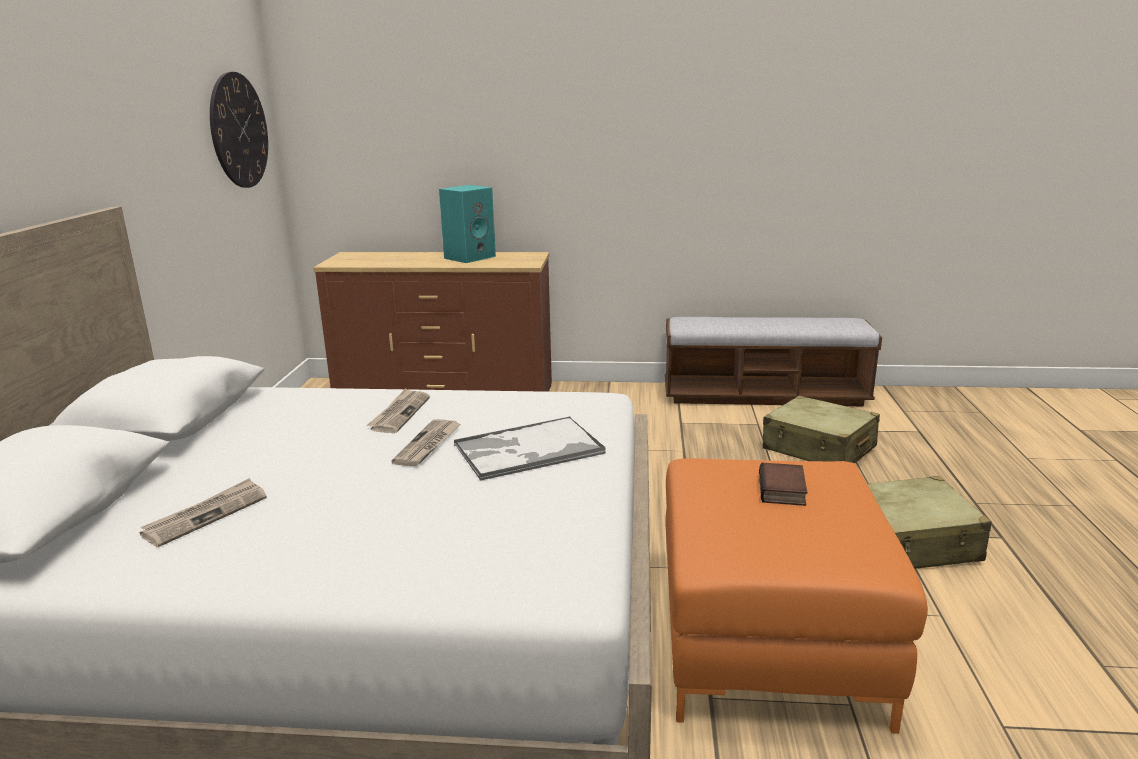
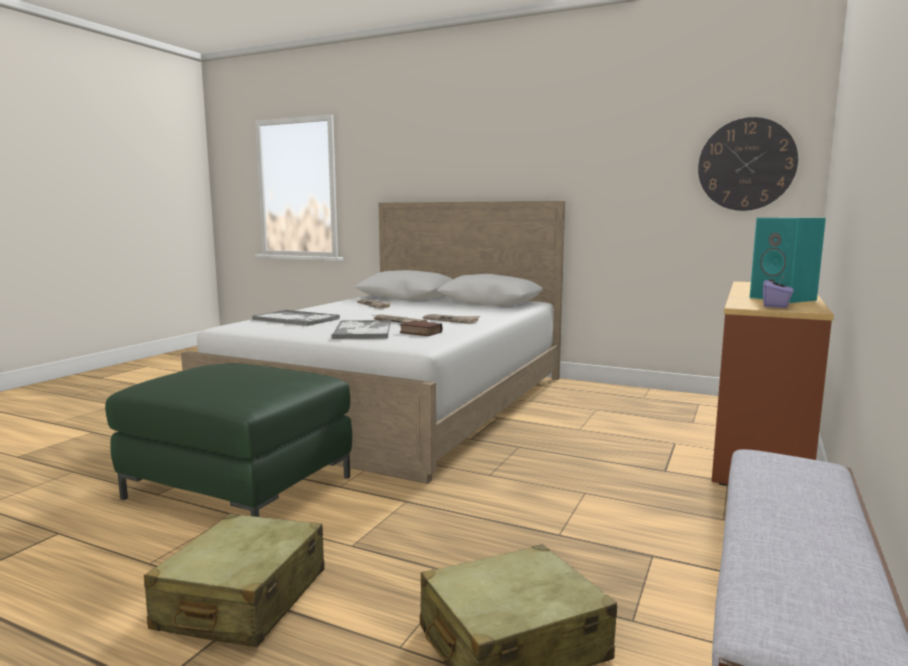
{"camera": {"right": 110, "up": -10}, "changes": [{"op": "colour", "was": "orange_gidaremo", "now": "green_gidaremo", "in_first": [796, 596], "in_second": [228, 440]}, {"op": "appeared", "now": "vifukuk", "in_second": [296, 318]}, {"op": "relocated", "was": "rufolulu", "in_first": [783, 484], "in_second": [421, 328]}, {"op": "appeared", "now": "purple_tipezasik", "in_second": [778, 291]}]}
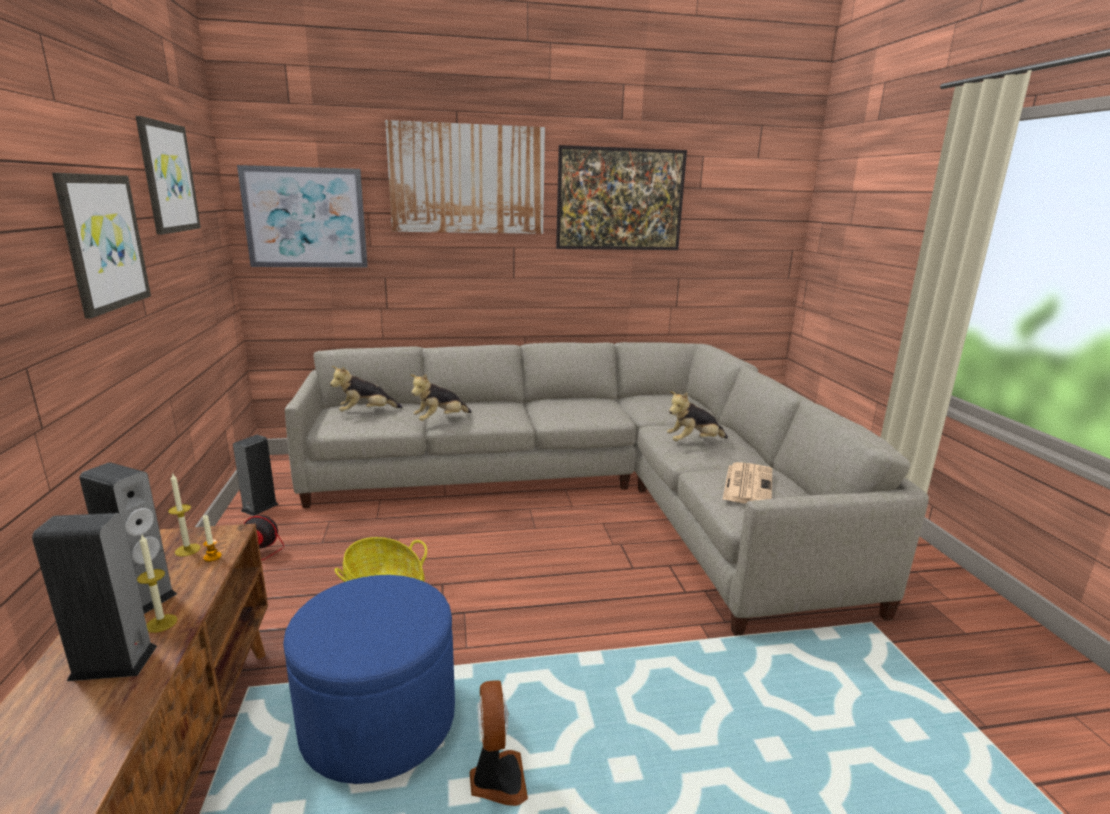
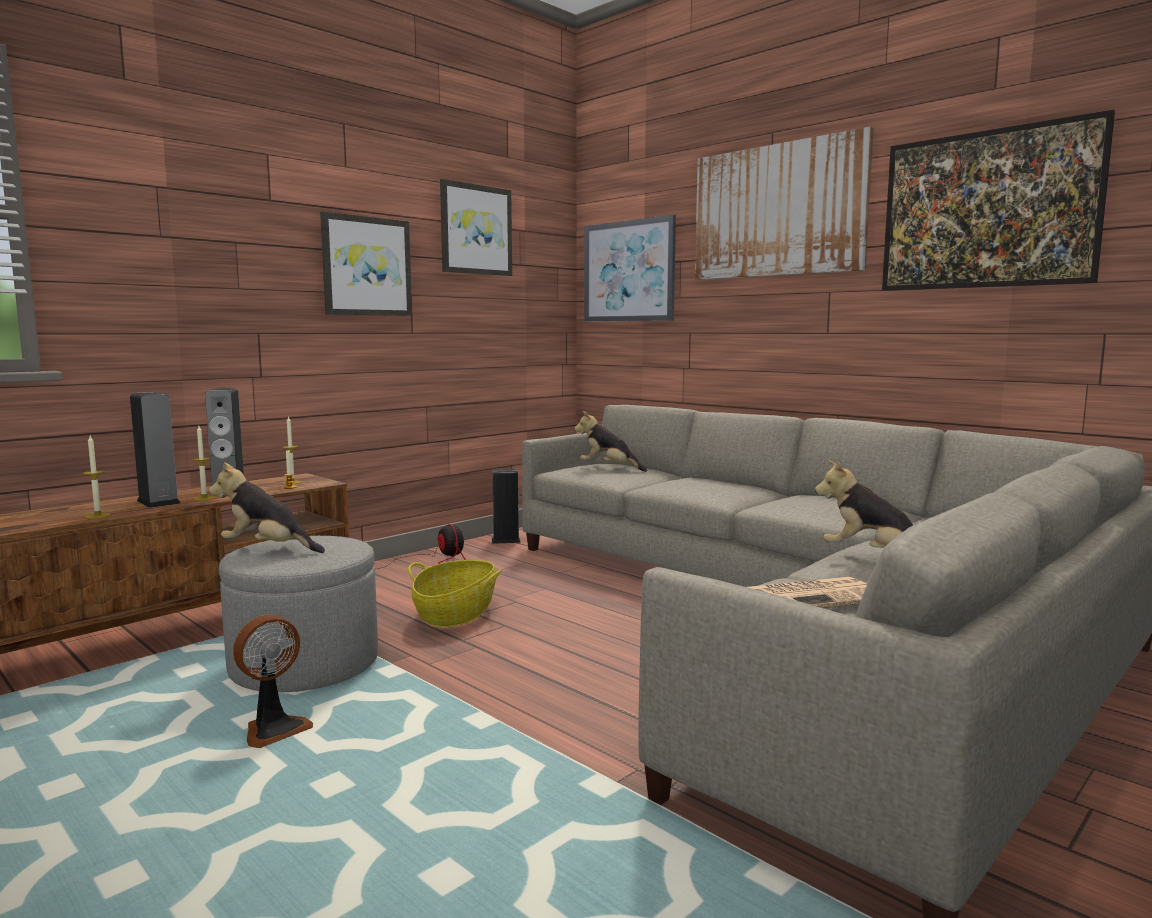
{"camera": {"right": 55, "up": -10}, "changes": [{"op": "appeared", "now": "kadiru", "in_second": [97, 477]}, {"op": "relocated", "was": "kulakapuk", "in_first": [441, 397], "in_second": [267, 507]}, {"op": "colour", "was": "blue_gidaremo", "now": "grey_gidaremo", "in_first": [369, 679], "in_second": [298, 614]}]}
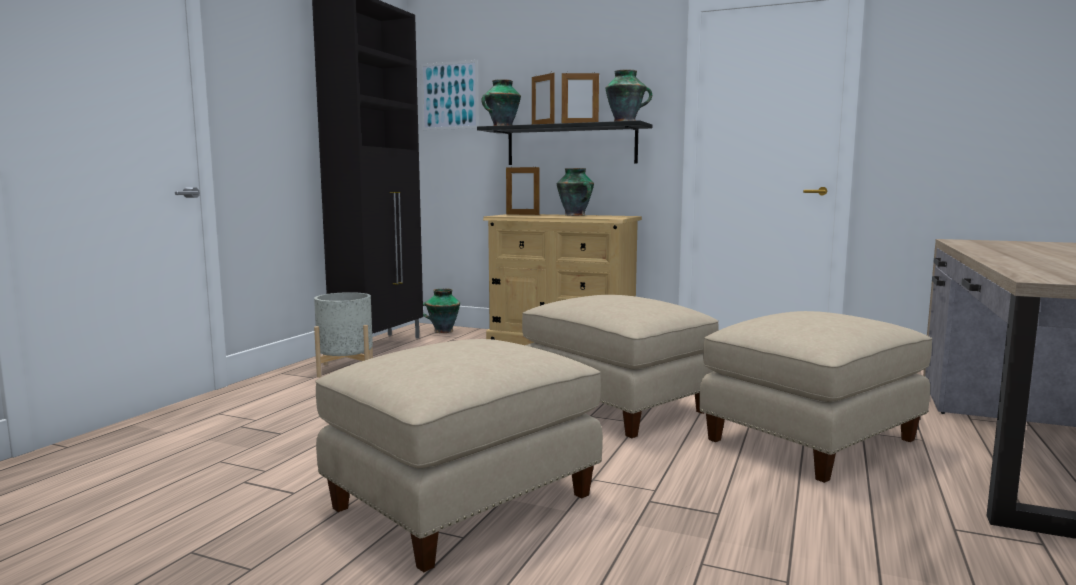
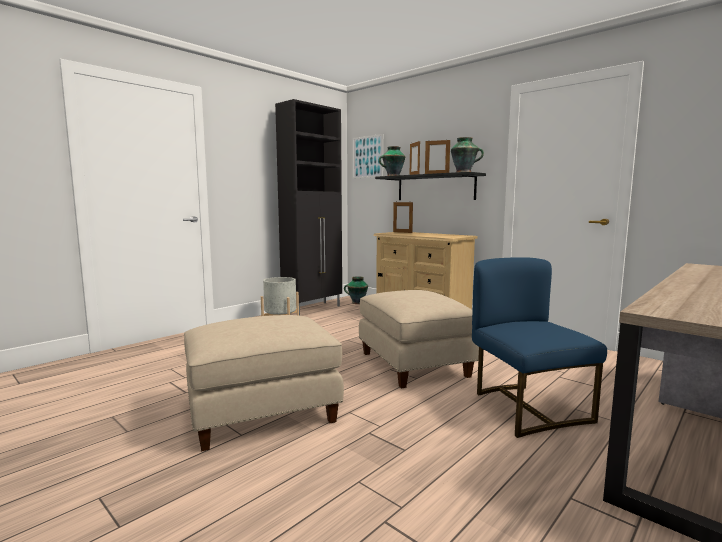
{"camera": {"right": 20, "up": 0}, "changes": [{"op": "exchanged", "was": "beige_gidaremo", "now": "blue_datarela", "in_first": [816, 397], "in_second": [539, 347]}, {"op": "missing", "was": "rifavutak", "in_first": [575, 192]}]}
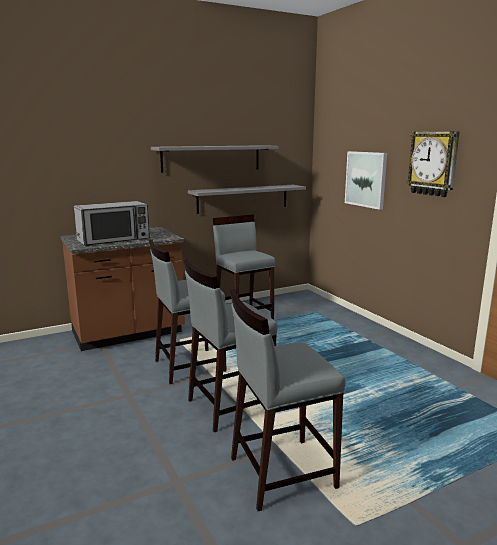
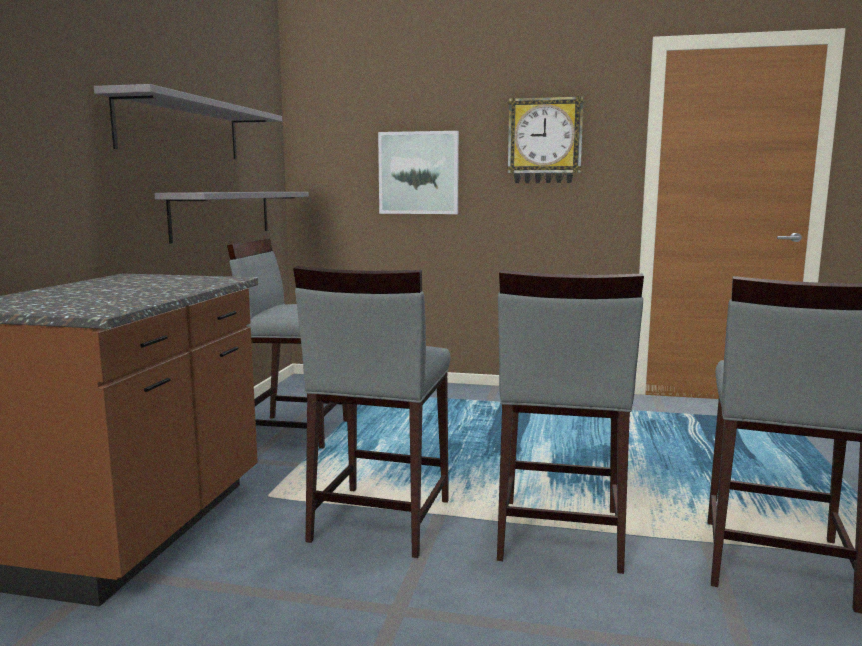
{"camera": {"right": -50, "up": -5}, "changes": [{"op": "missing", "was": "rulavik", "in_first": [112, 223]}]}
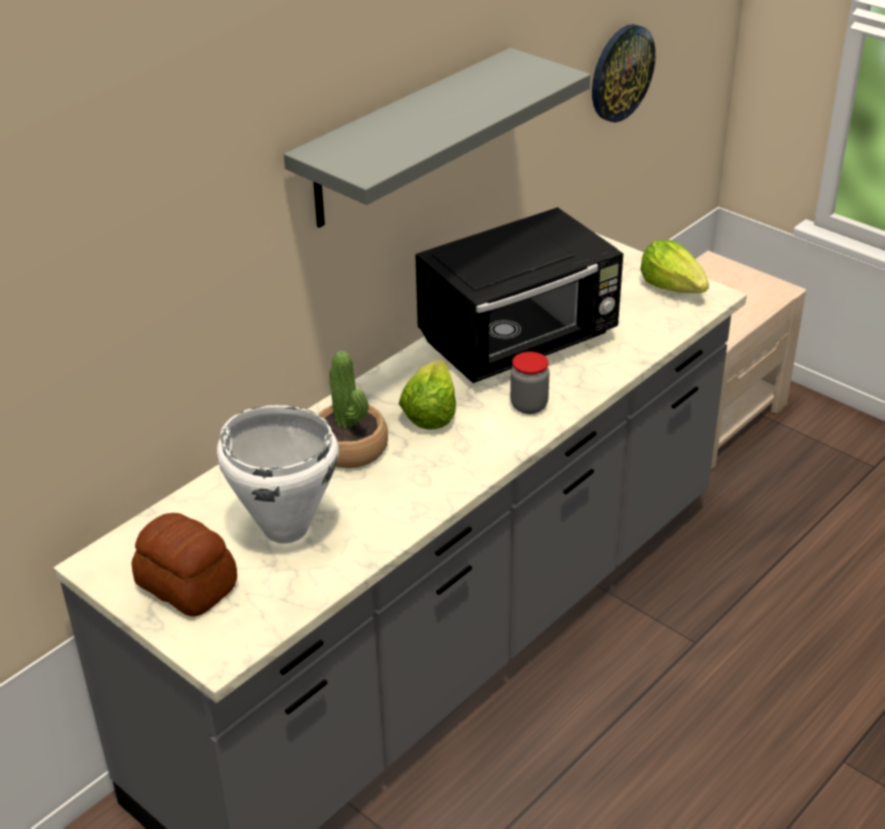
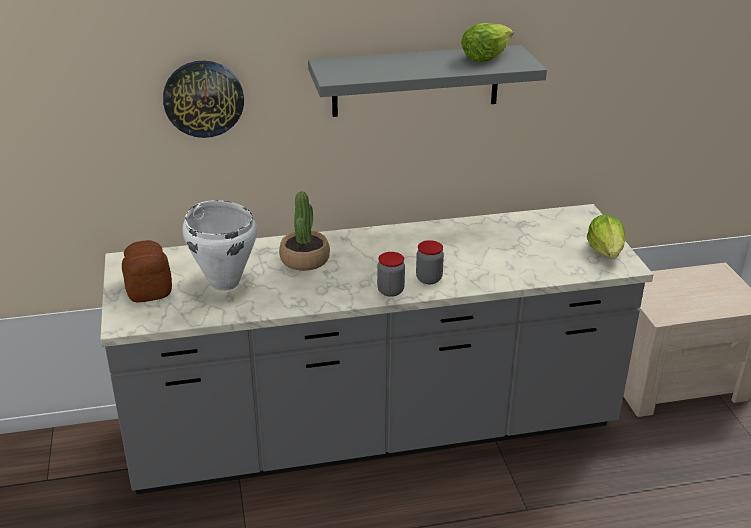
{"camera": {"right": 35, "up": -5}, "changes": [{"op": "relocated", "was": "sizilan", "in_first": [624, 73], "in_second": [203, 99]}, {"op": "appeared", "now": "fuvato", "in_second": [391, 274]}, {"op": "relocated", "was": "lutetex", "in_first": [427, 394], "in_second": [487, 42]}, {"op": "missing", "was": "black_rulavik", "in_first": [519, 295]}]}
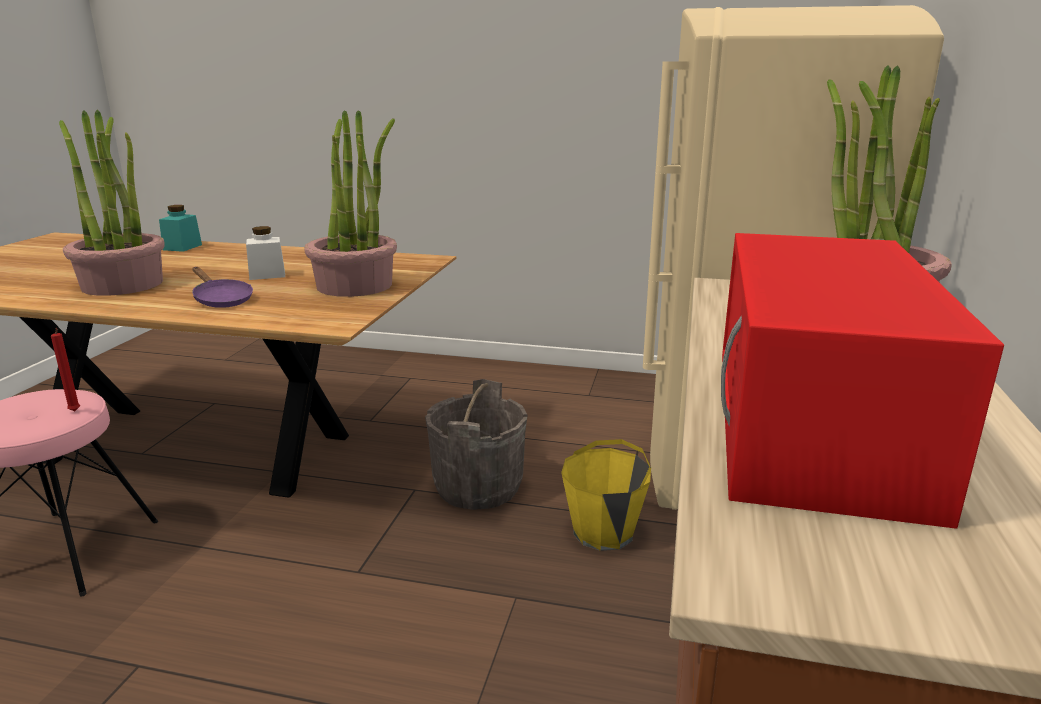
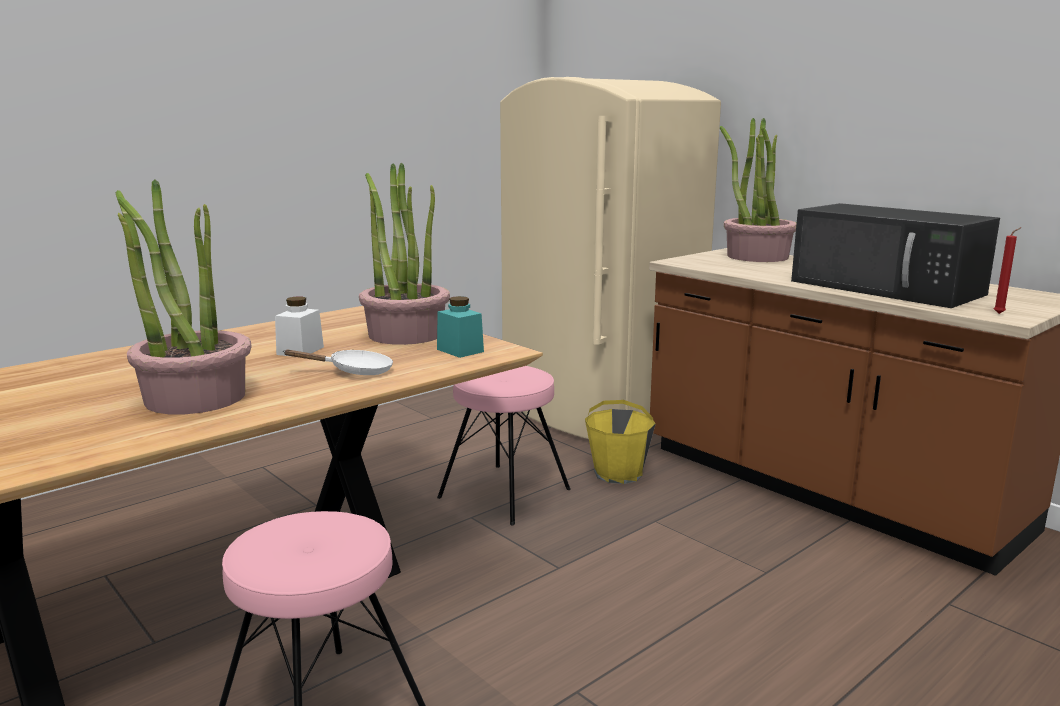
{"camera": {"right": -55, "up": -5}, "changes": [{"op": "colour", "was": "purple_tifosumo", "now": "white_tifosumo", "in_first": [222, 287], "in_second": [338, 362]}, {"op": "relocated", "was": "turquoise_fuvato", "in_first": [180, 228], "in_second": [460, 327]}, {"op": "exchanged", "was": "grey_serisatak", "now": "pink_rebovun", "in_first": [476, 444], "in_second": [504, 446]}, {"op": "colour", "was": "red_rulavik", "now": "black_rulavik", "in_first": [862, 381], "in_second": [895, 255]}, {"op": "relocated", "was": "red_kadiru", "in_first": [65, 369], "in_second": [1008, 270]}]}
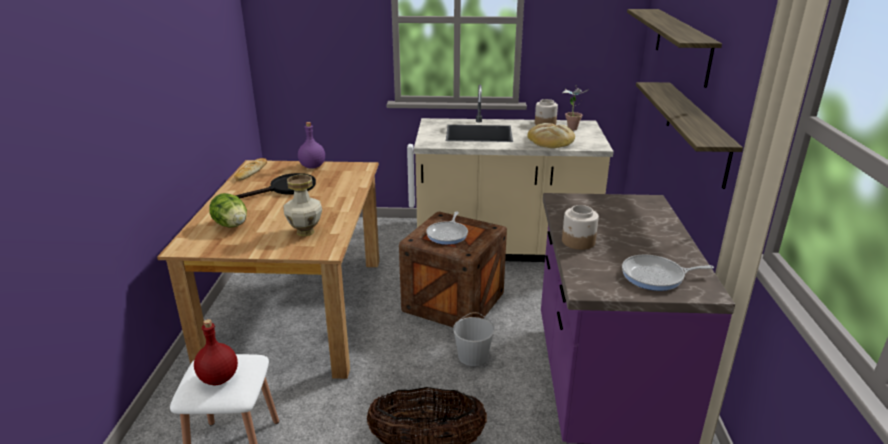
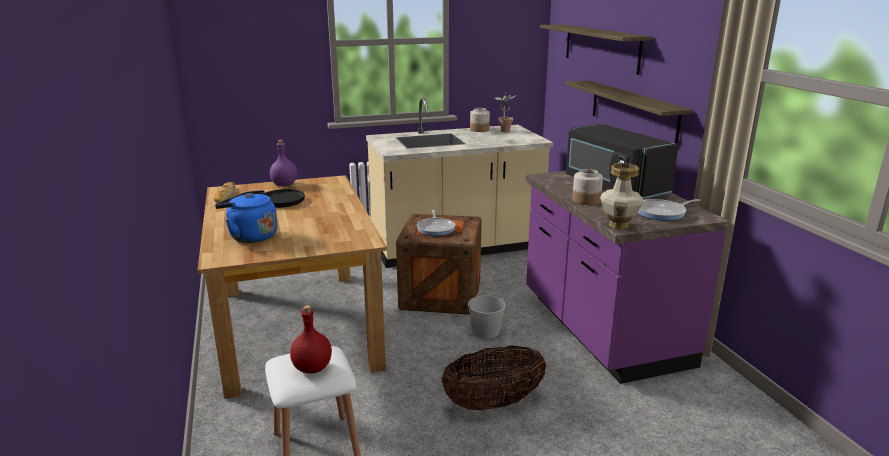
{"camera": {"right": -20, "up": -5}, "changes": [{"op": "exchanged", "was": "lutetex", "now": "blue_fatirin", "in_first": [228, 210], "in_second": [246, 216]}, {"op": "appeared", "now": "black_rulavik", "in_second": [622, 161]}, {"op": "relocated", "was": "rifavutak", "in_first": [302, 205], "in_second": [621, 196]}, {"op": "missing", "was": "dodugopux", "in_first": [551, 135]}]}
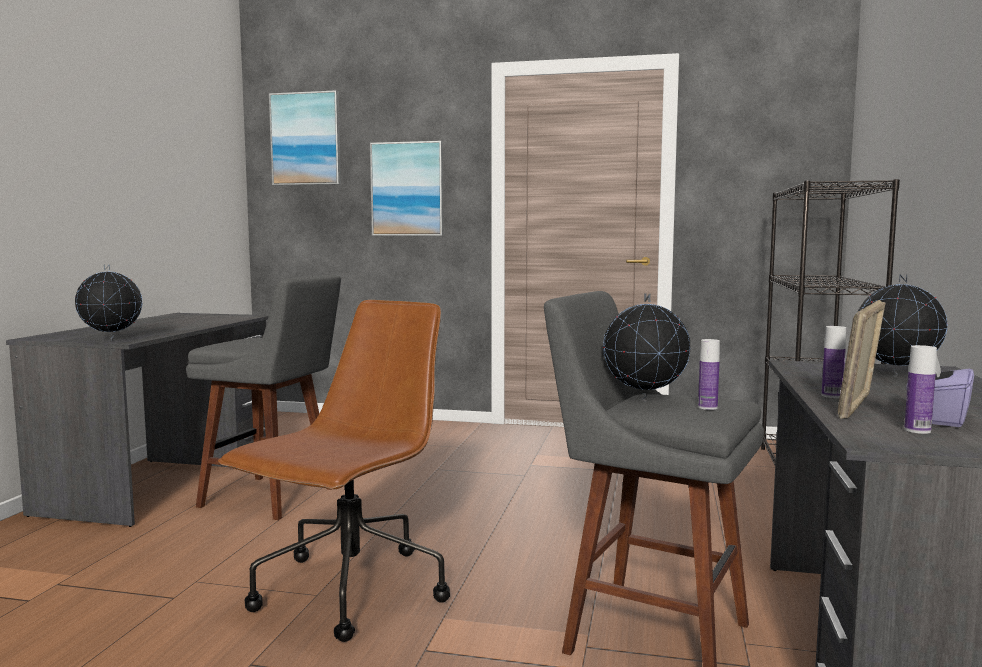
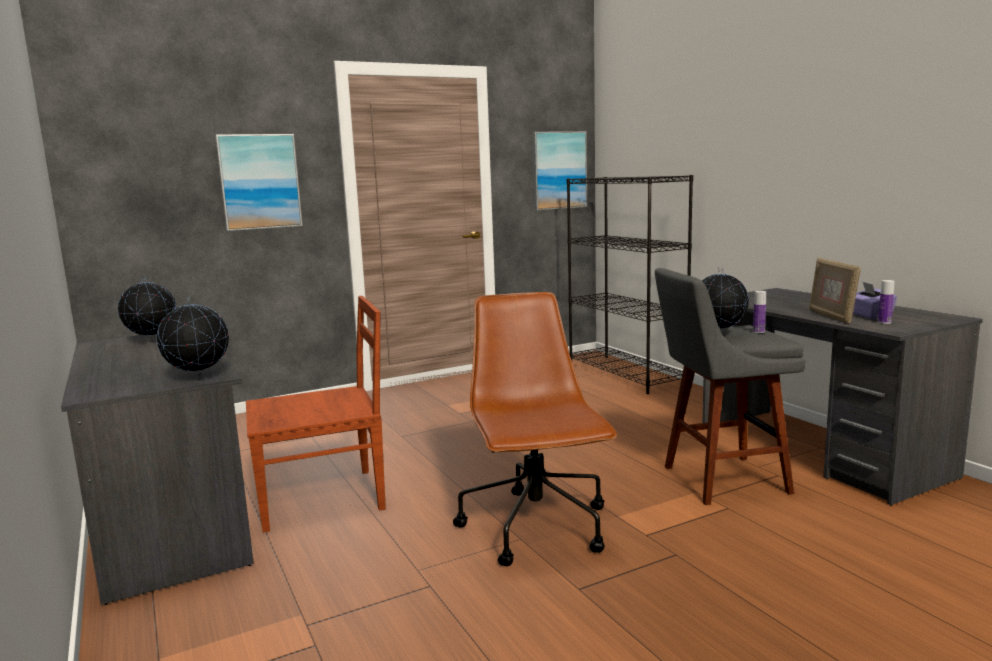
{"camera": {"right": -40, "up": 5}, "changes": [{"op": "relocated", "was": "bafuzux", "in_first": [903, 325], "in_second": [147, 309]}, {"op": "exchanged", "was": "grey_rebovun", "now": "brown_datarela", "in_first": [263, 397], "in_second": [316, 414]}, {"op": "relocated", "was": "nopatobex", "in_first": [305, 138], "in_second": [559, 170]}, {"op": "missing", "was": "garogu", "in_first": [834, 362]}]}
